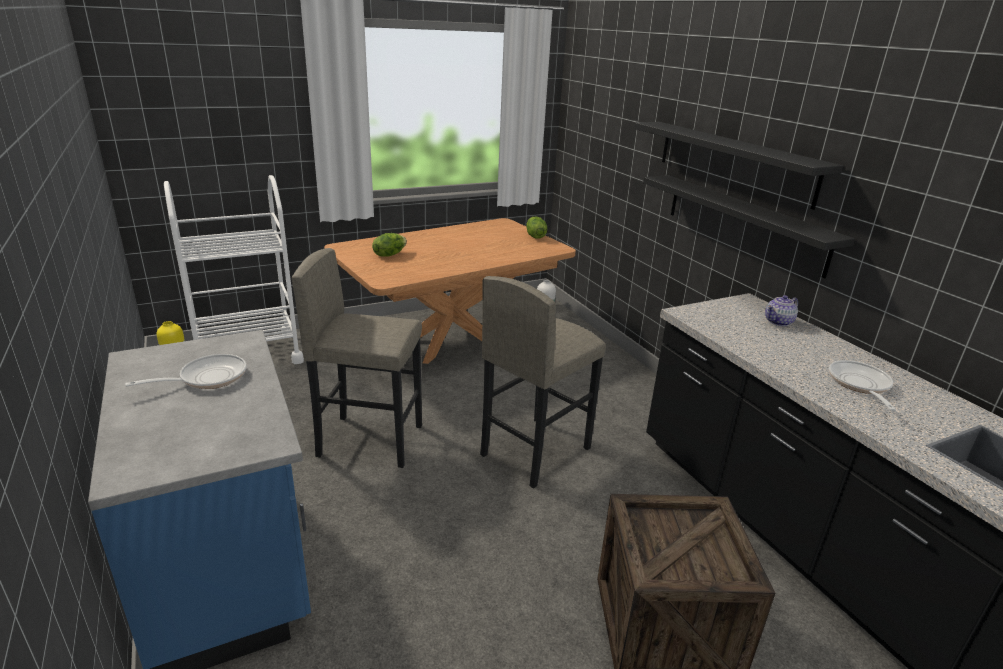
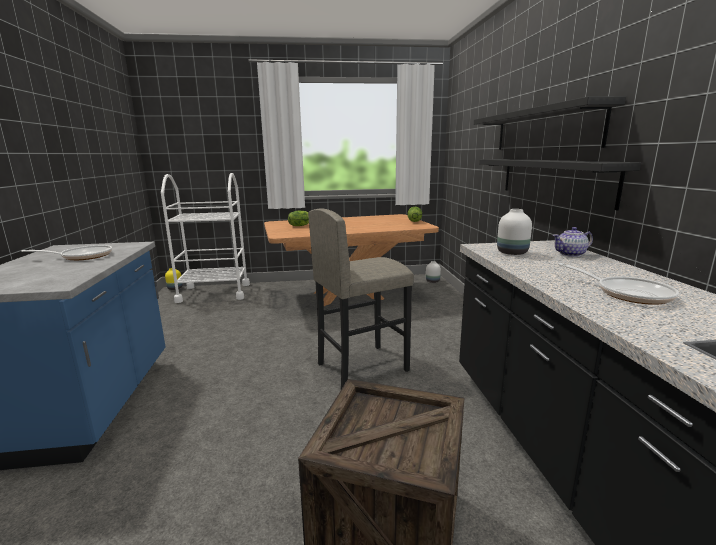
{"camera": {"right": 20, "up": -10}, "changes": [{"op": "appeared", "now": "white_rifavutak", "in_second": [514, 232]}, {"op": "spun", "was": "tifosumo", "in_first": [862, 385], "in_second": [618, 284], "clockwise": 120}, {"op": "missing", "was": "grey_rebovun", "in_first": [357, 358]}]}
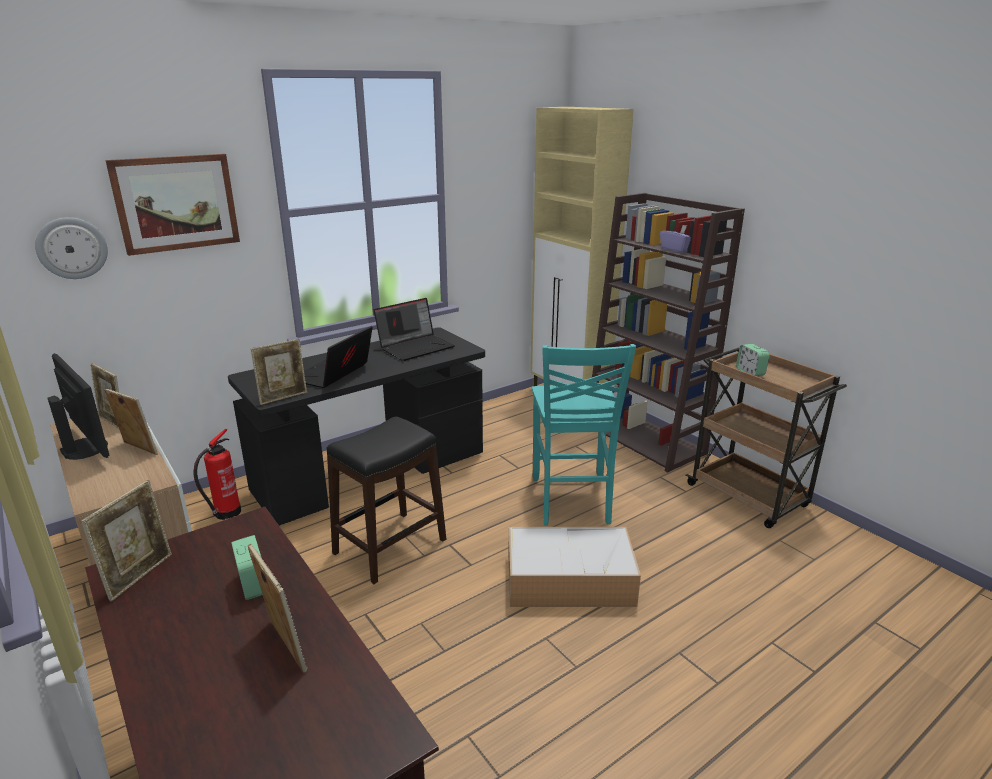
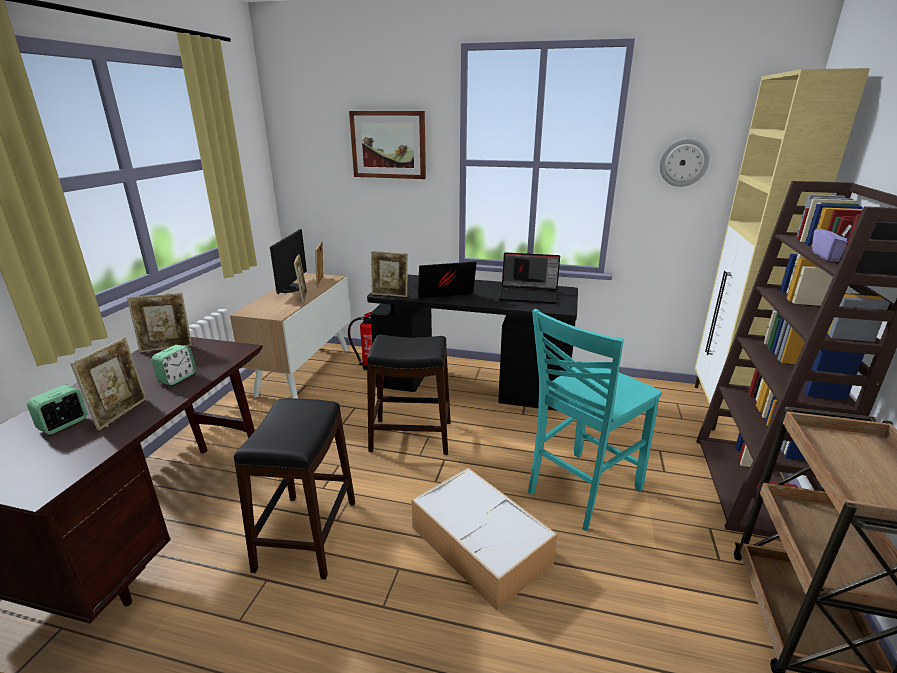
{"camera": {"right": 50, "up": 0}, "changes": [{"op": "relocated", "was": "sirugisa", "in_first": [753, 360], "in_second": [57, 409]}, {"op": "appeared", "now": "black_rebovun", "in_second": [294, 489]}, {"op": "relocated", "was": "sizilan", "in_first": [71, 248], "in_second": [684, 162]}]}
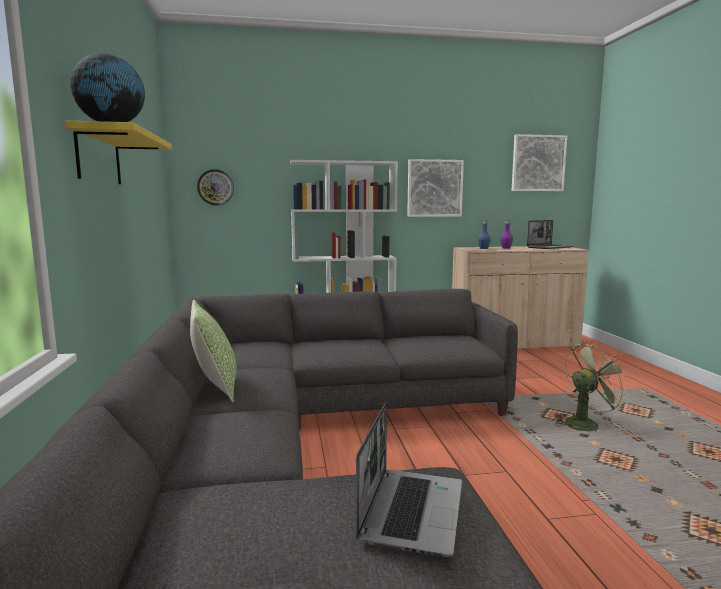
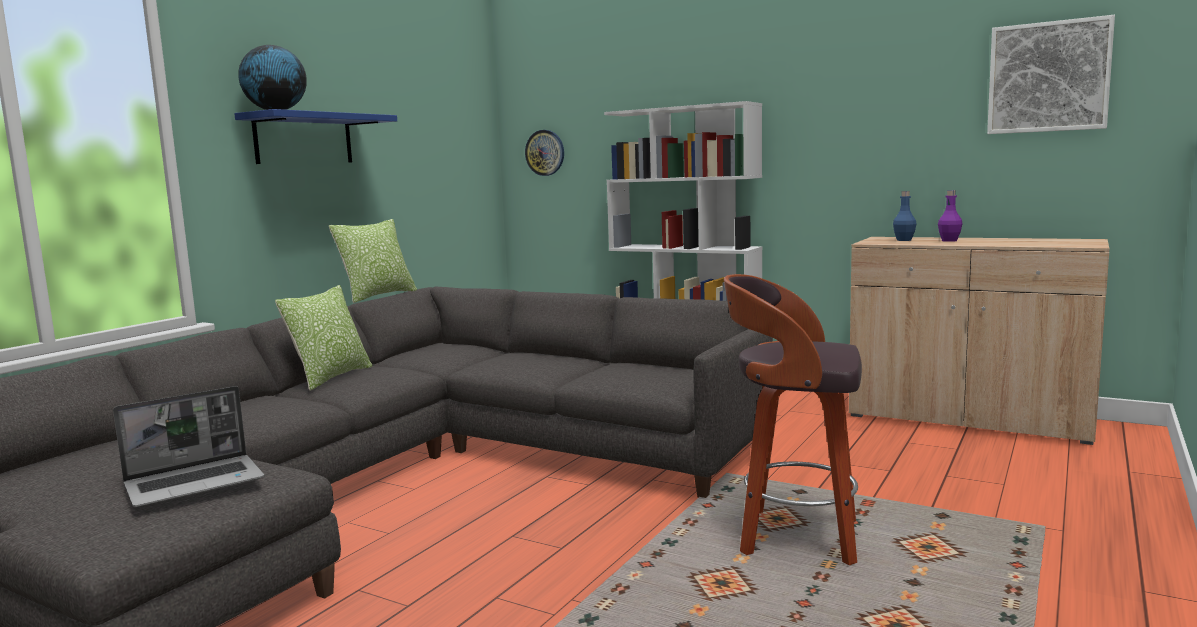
{"camera": {"right": 40, "up": 0}, "changes": [{"op": "colour", "was": "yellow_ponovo", "now": "blue_ponovo", "in_first": [118, 152], "in_second": [315, 136]}, {"op": "appeared", "now": "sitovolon", "in_second": [373, 261]}, {"op": "exchanged", "was": "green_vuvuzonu", "now": "rebovun", "in_first": [593, 388], "in_second": [793, 419]}, {"op": "missing", "was": "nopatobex", "in_first": [435, 188]}, {"op": "missing", "was": "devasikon", "in_first": [550, 234]}]}
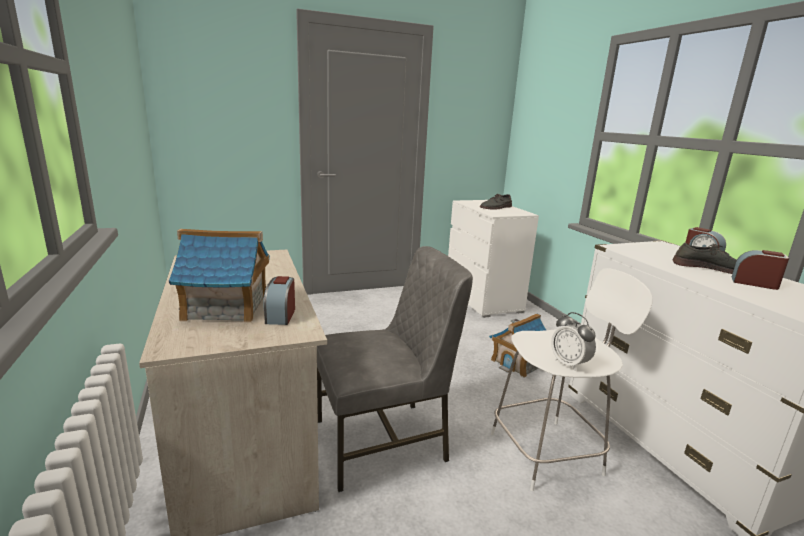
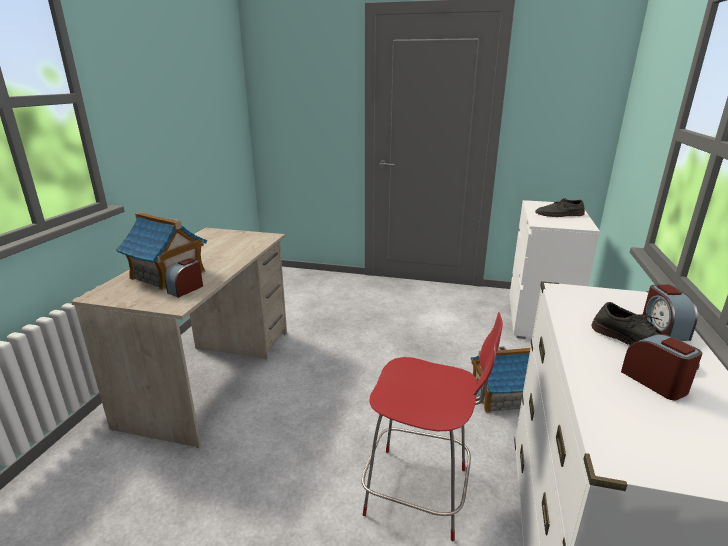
{"camera": {"right": 35, "up": 5}, "changes": [{"op": "colour", "was": "white_rebovun", "now": "red_rebovun", "in_first": [572, 379], "in_second": [432, 427]}, {"op": "missing", "was": "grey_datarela", "in_first": [395, 369]}, {"op": "missing", "was": "sirugisa", "in_first": [573, 341]}]}
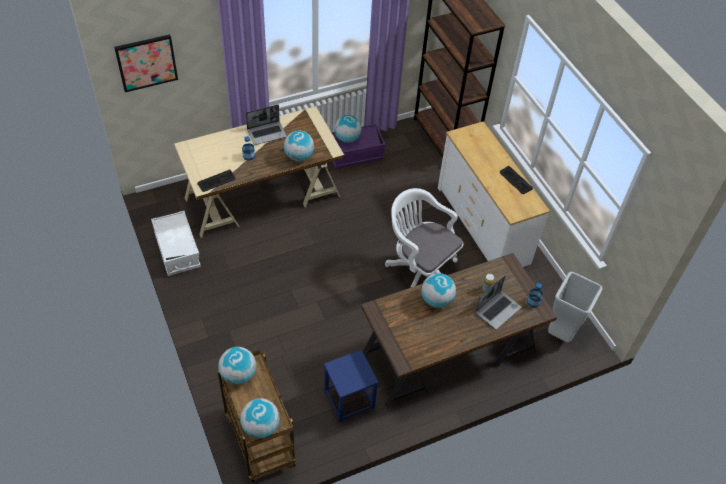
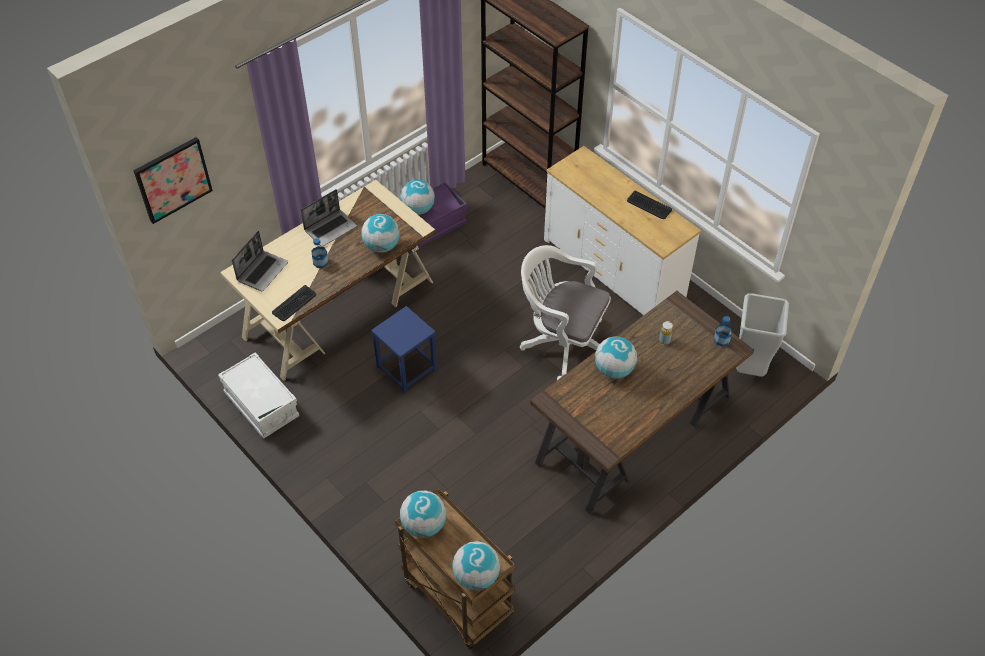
{"camera": {"right": -15, "up": 0}, "changes": [{"op": "relocated", "was": "devasikon", "in_first": [498, 302], "in_second": [260, 261]}, {"op": "relocated", "was": "blue_rebovun", "in_first": [351, 386], "in_second": [404, 349]}]}
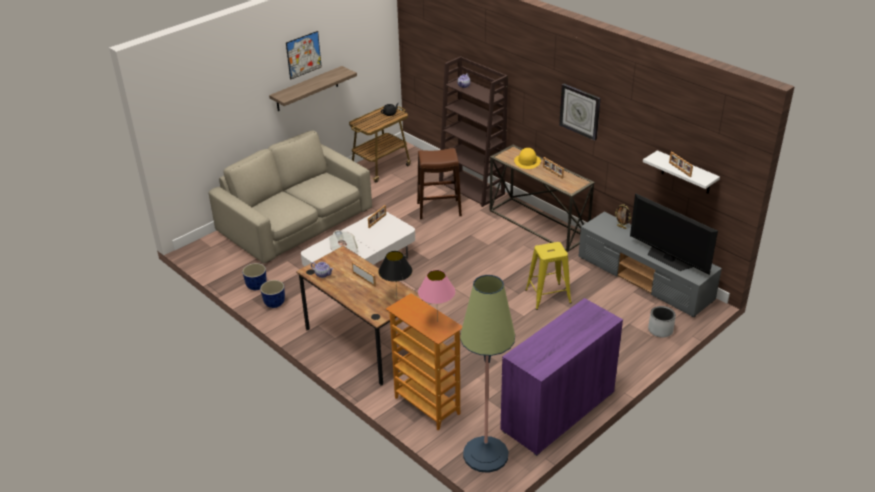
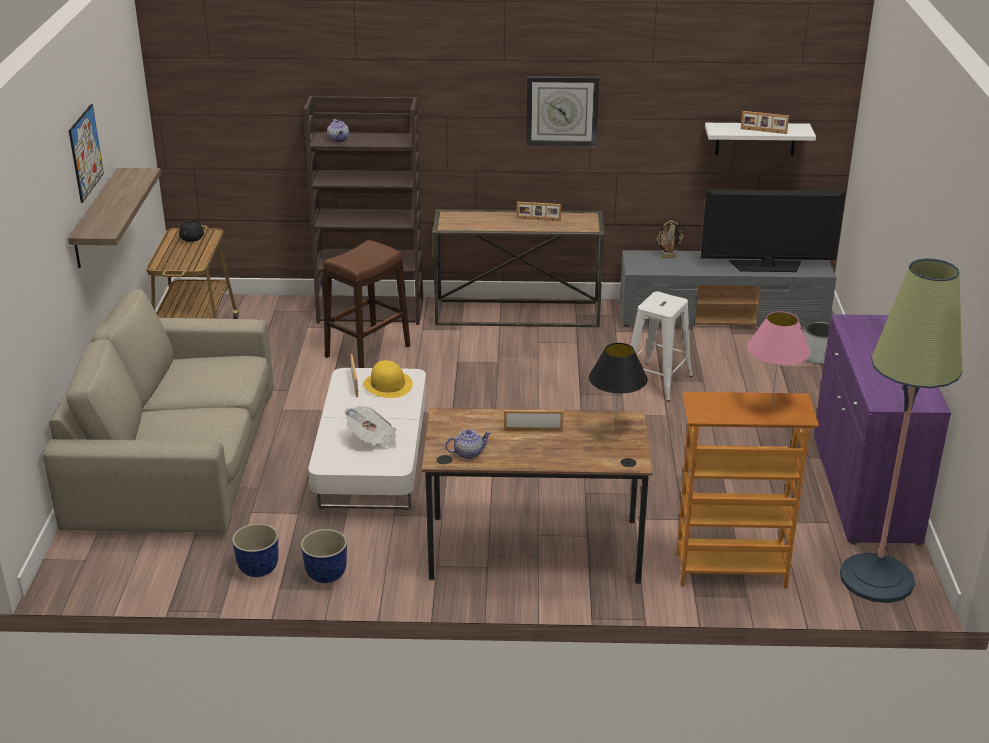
{"camera": {"right": -45, "up": -5}, "changes": [{"op": "relocated", "was": "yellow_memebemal", "in_first": [527, 158], "in_second": [388, 379]}, {"op": "colour", "was": "yellow_rebovun", "now": "white_rebovun", "in_first": [548, 276], "in_second": [662, 346]}]}
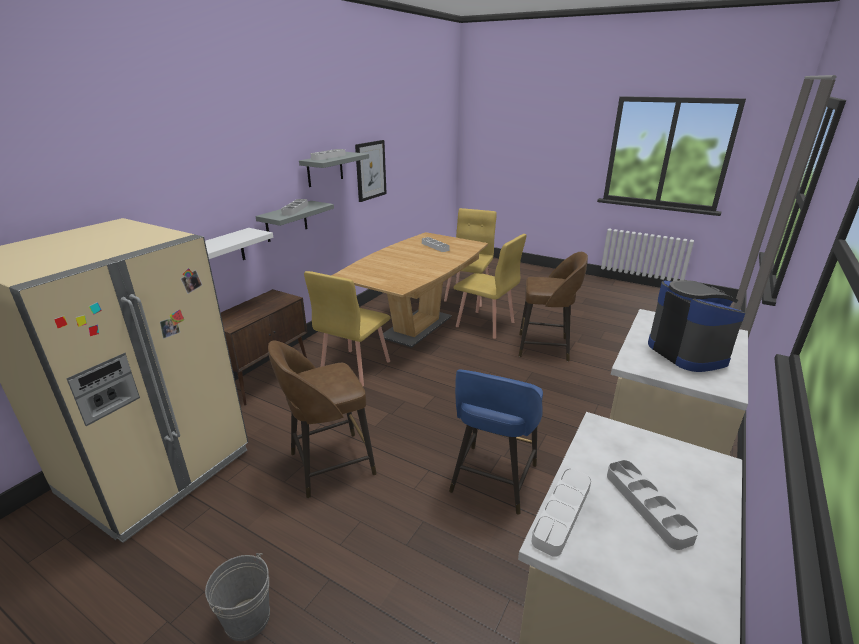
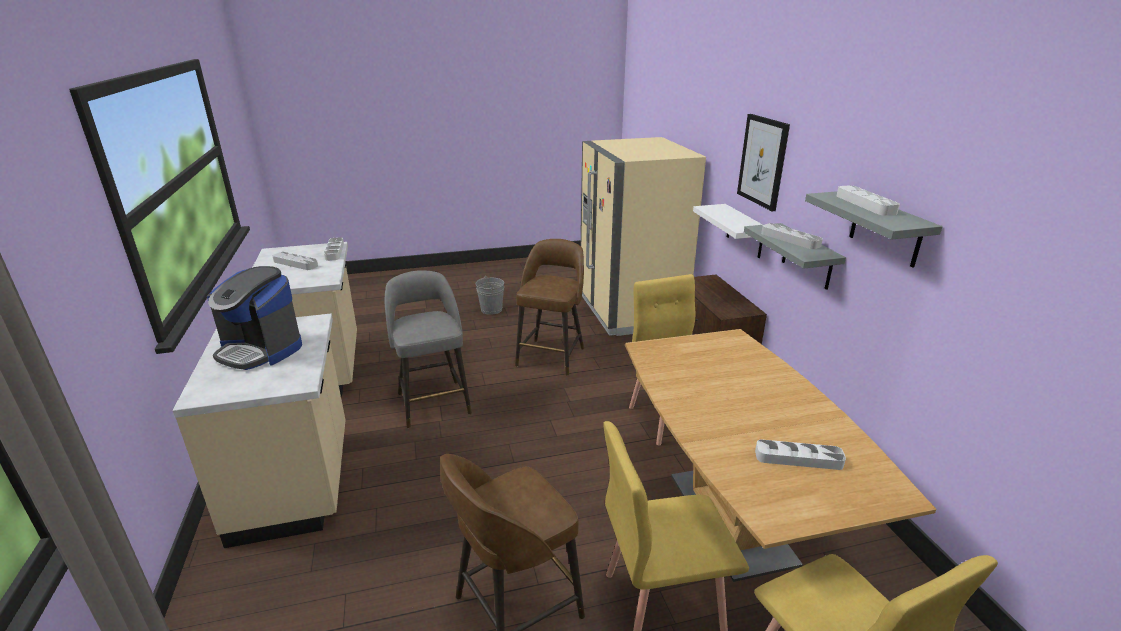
{"camera": {"right": 135, "up": 0}, "changes": [{"op": "colour", "was": "blue_rebovun", "now": "grey_rebovun", "in_first": [496, 442], "in_second": [428, 349]}, {"op": "relocated", "was": "nopatobex", "in_first": [371, 171], "in_second": [763, 162]}]}
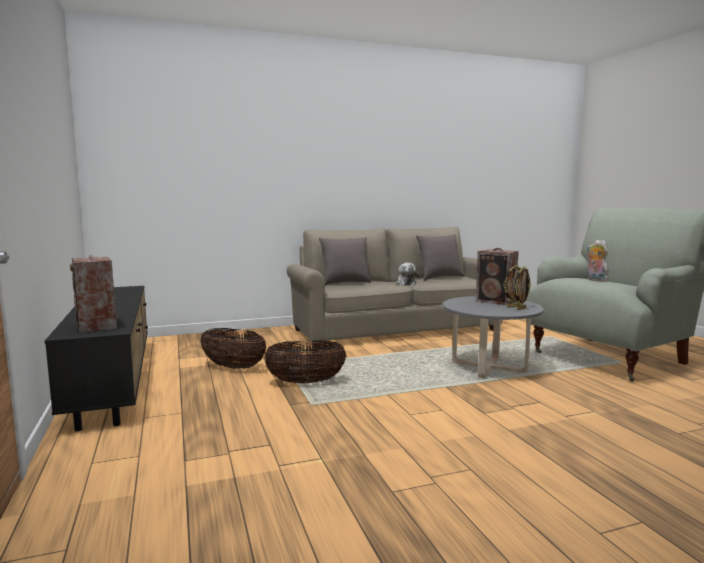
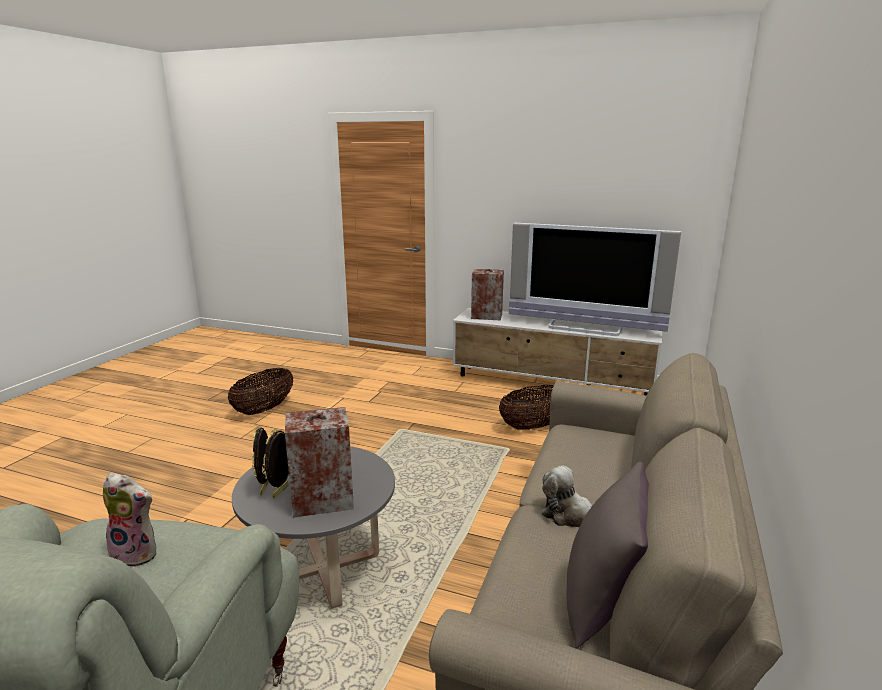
{"camera": {"right": 130, "up": 10}, "changes": [{"op": "relocated", "was": "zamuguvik", "in_first": [305, 362], "in_second": [260, 391]}, {"op": "colour", "was": "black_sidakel", "now": "white_sidakel", "in_first": [96, 358], "in_second": [557, 352]}, {"op": "appeared", "now": "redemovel", "in_second": [595, 279]}, {"op": "missing", "was": "grey_sitovolon", "in_first": [345, 261]}]}
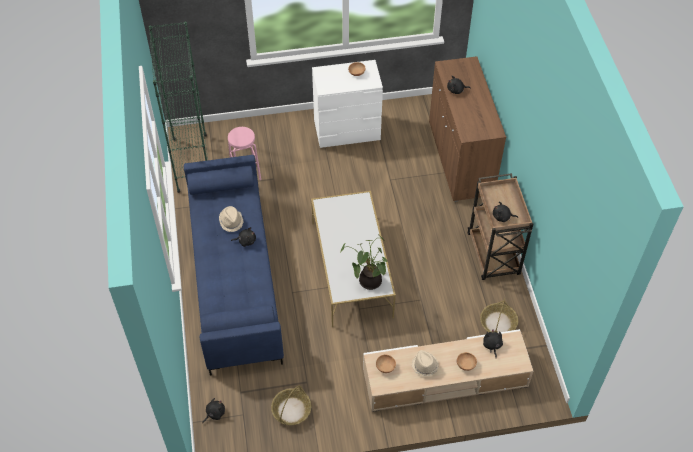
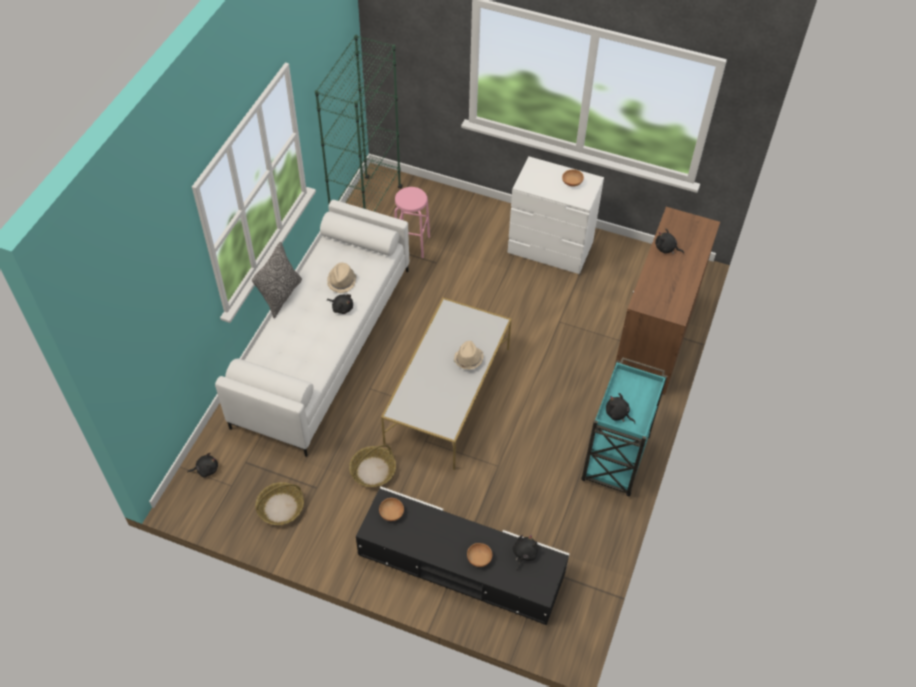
{"camera": {"right": 30, "up": 0}, "changes": [{"op": "colour", "was": "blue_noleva", "now": "white_noleva", "in_first": [234, 265], "in_second": [312, 328]}, {"op": "appeared", "now": "sitovolon", "in_second": [277, 279]}, {"op": "relocated", "was": "zamuguvik", "in_first": [499, 315], "in_second": [372, 466]}, {"op": "colour", "was": "beige_sidakel", "now": "black_sidakel", "in_first": [448, 370], "in_second": [463, 555]}, {"op": "relocated", "was": "beige_memebemal", "in_first": [425, 363], "in_second": [469, 355]}, {"op": "colour", "was": "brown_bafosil", "now": "turquoise_bafosil", "in_first": [500, 226], "in_second": [624, 426]}, {"op": "missing", "was": "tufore", "in_first": [364, 262]}]}
